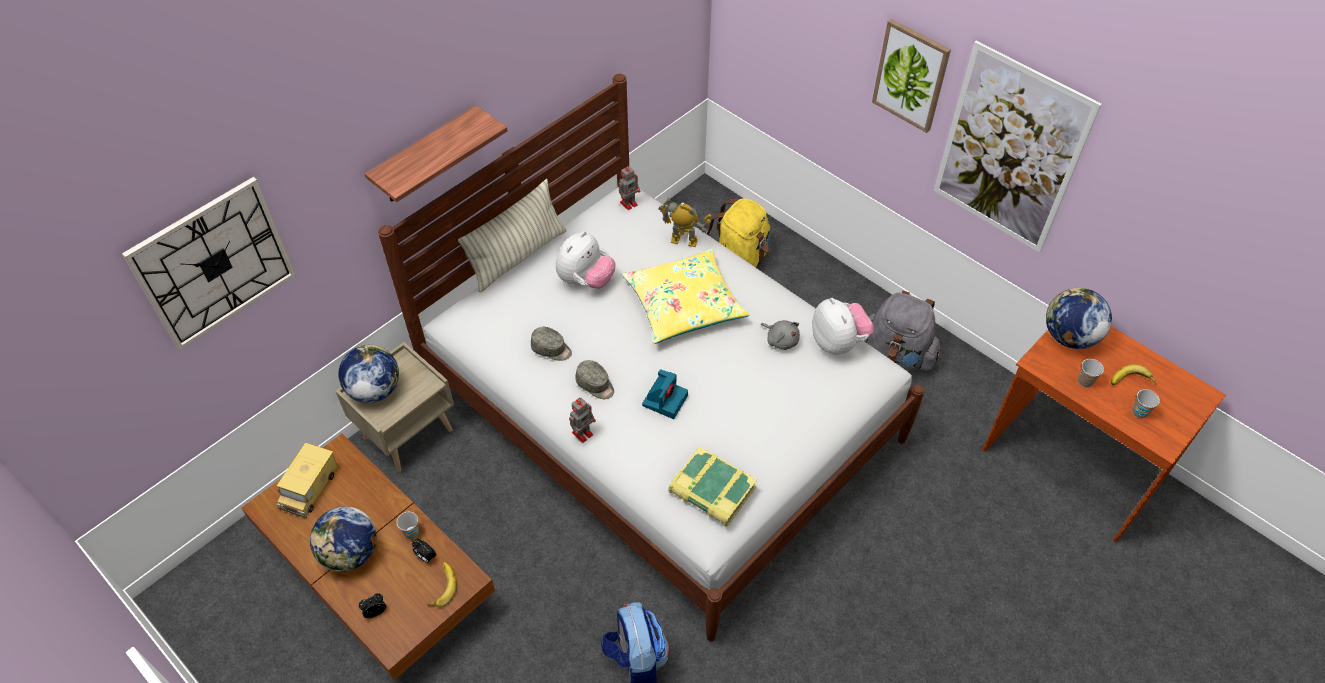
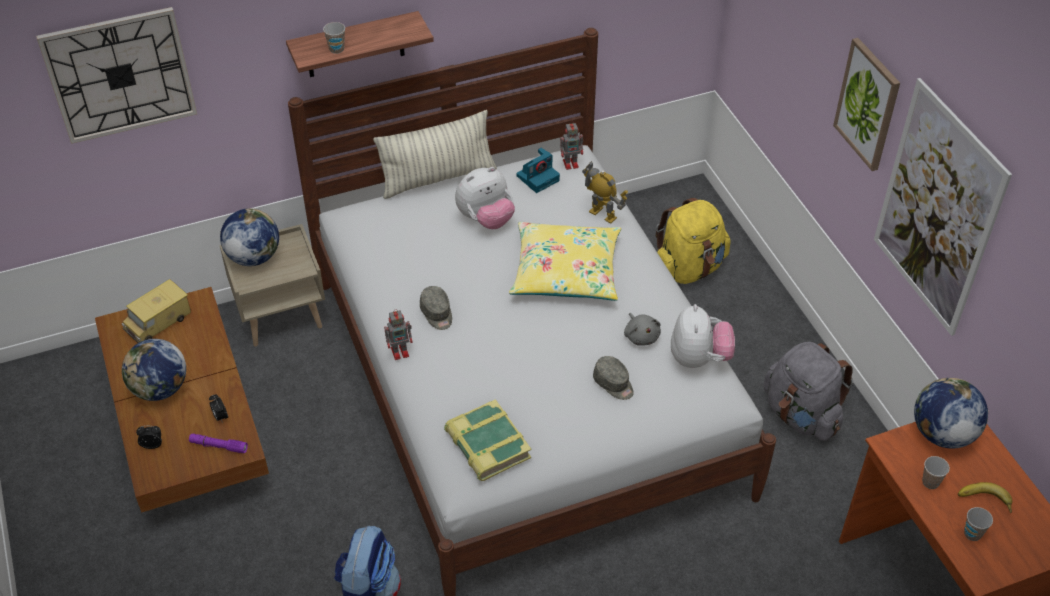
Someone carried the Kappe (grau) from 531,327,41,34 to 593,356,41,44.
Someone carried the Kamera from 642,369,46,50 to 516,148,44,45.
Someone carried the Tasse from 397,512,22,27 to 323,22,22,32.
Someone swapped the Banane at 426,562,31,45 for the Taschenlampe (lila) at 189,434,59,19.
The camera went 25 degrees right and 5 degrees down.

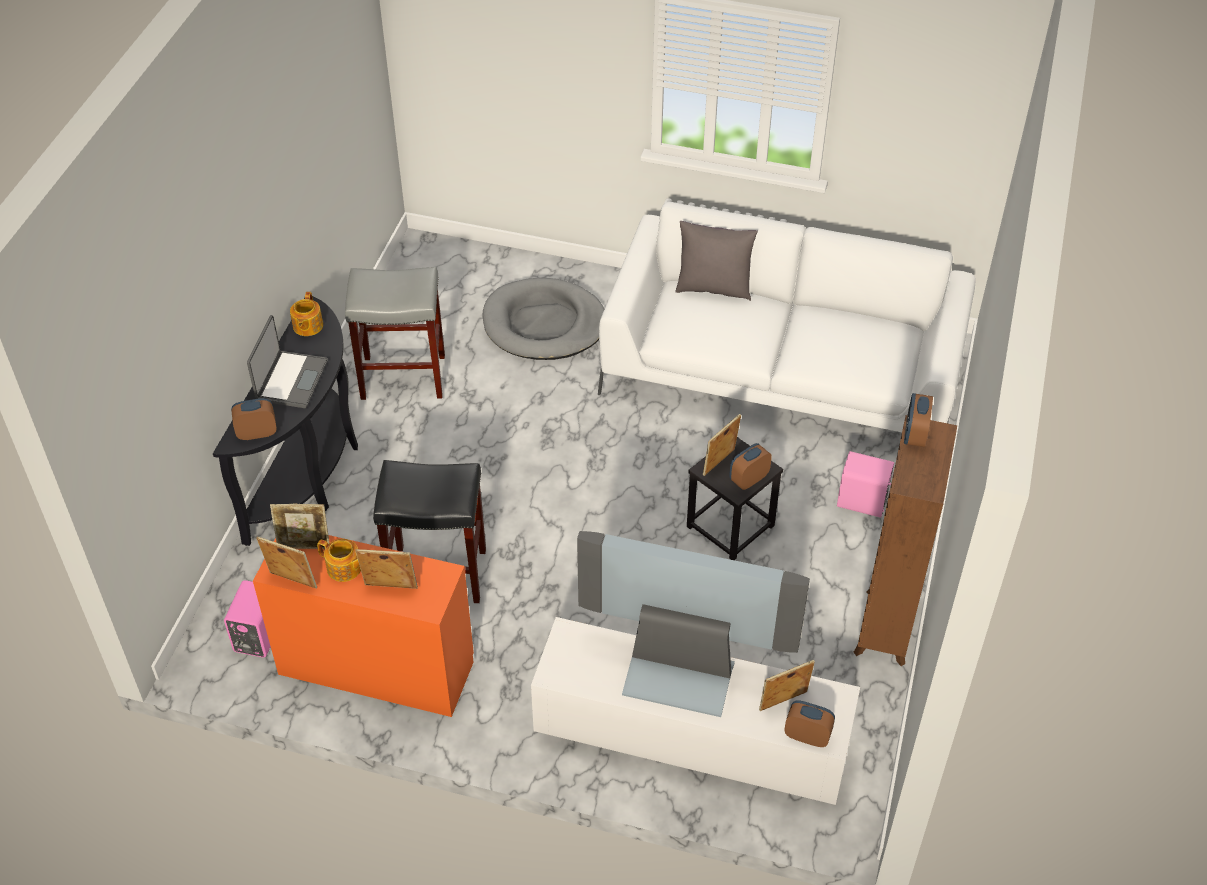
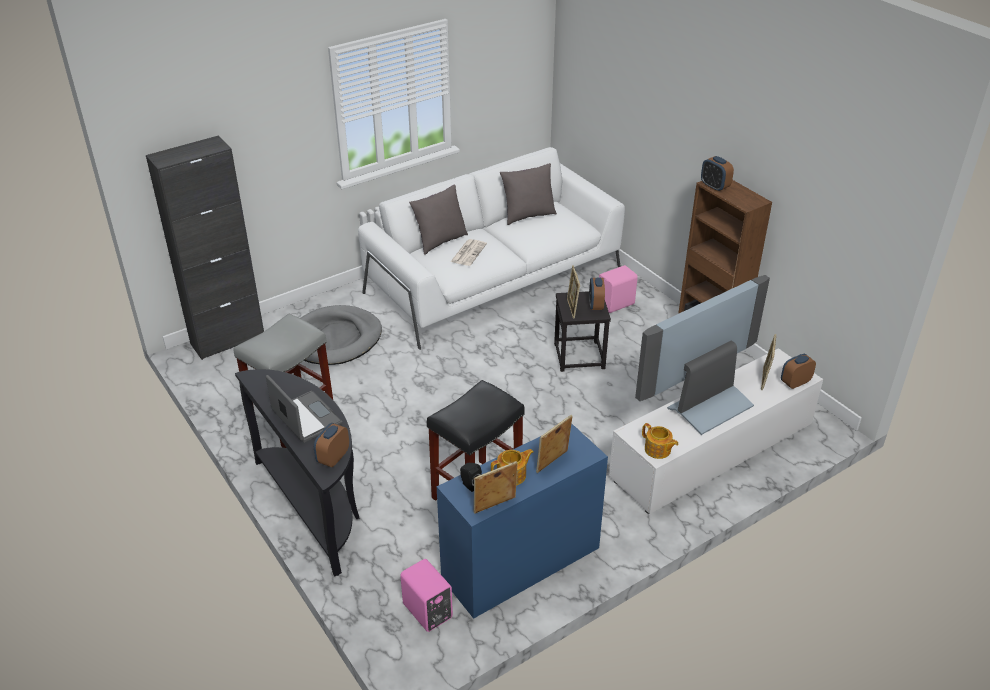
Someone carried the Teekanne from 290,292,33,44 to 642,423,37,36.
Someone swapped the Bilderrahmen at 270,504,60,45 for the Lautsprecher (schwarz) at 460,463,22,29.
Someone repainted the Schreibtisch (orange) at 253,535,221,182, which became the Schreibtisch (blau) at 437,424,171,195.
Someone put down the Schrank (schwarz) at 146,136,118,224.
Someone put down the Kissen (grau) at 500,163,57,62.
Someone put down the Zeitung at 450,239,37,27.
The camera went 50 degrees left and 10 degrees down.

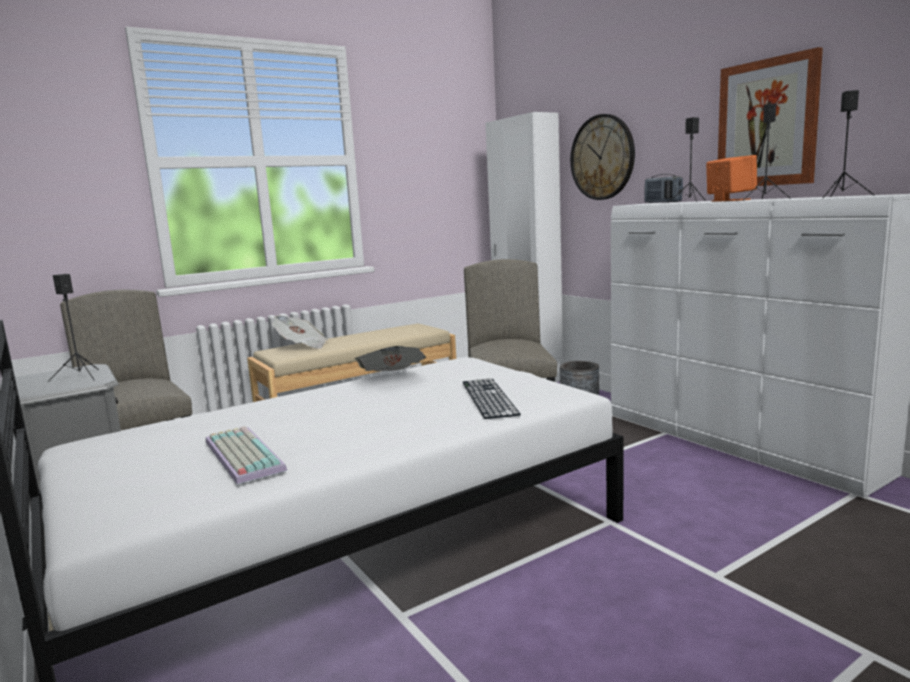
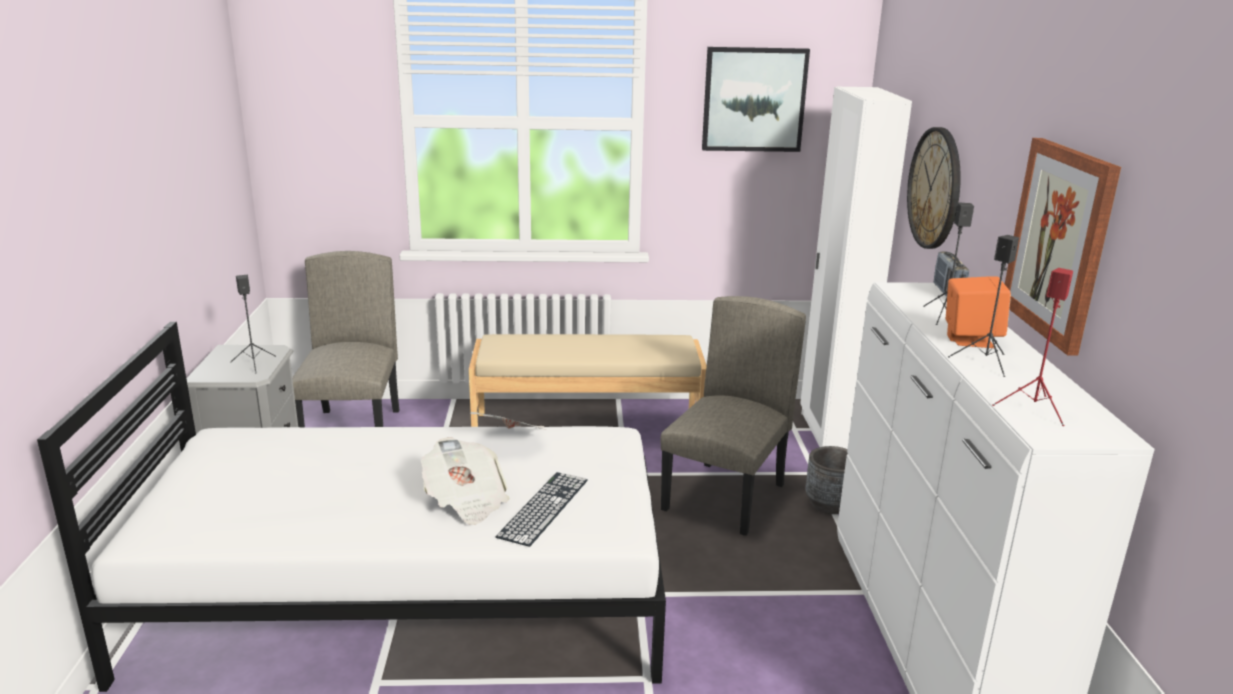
Someone repainted the Lautsprecher (schwarz) at 823,90,52,108, which became the Lautsprecher (rot) at 992,268,81,158.
Someone carried the Zeitung from 272,315,56,34 to 421,437,89,88.
Someone took away the Tastatur at 206,426,81,58.
Someone put up the Bild at 702,47,108,105.
The camera went 30 degrees right and 10 degrees up.

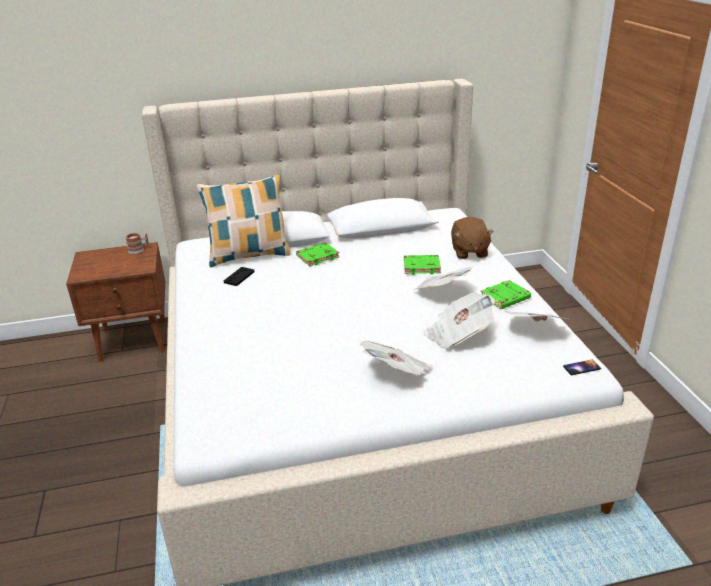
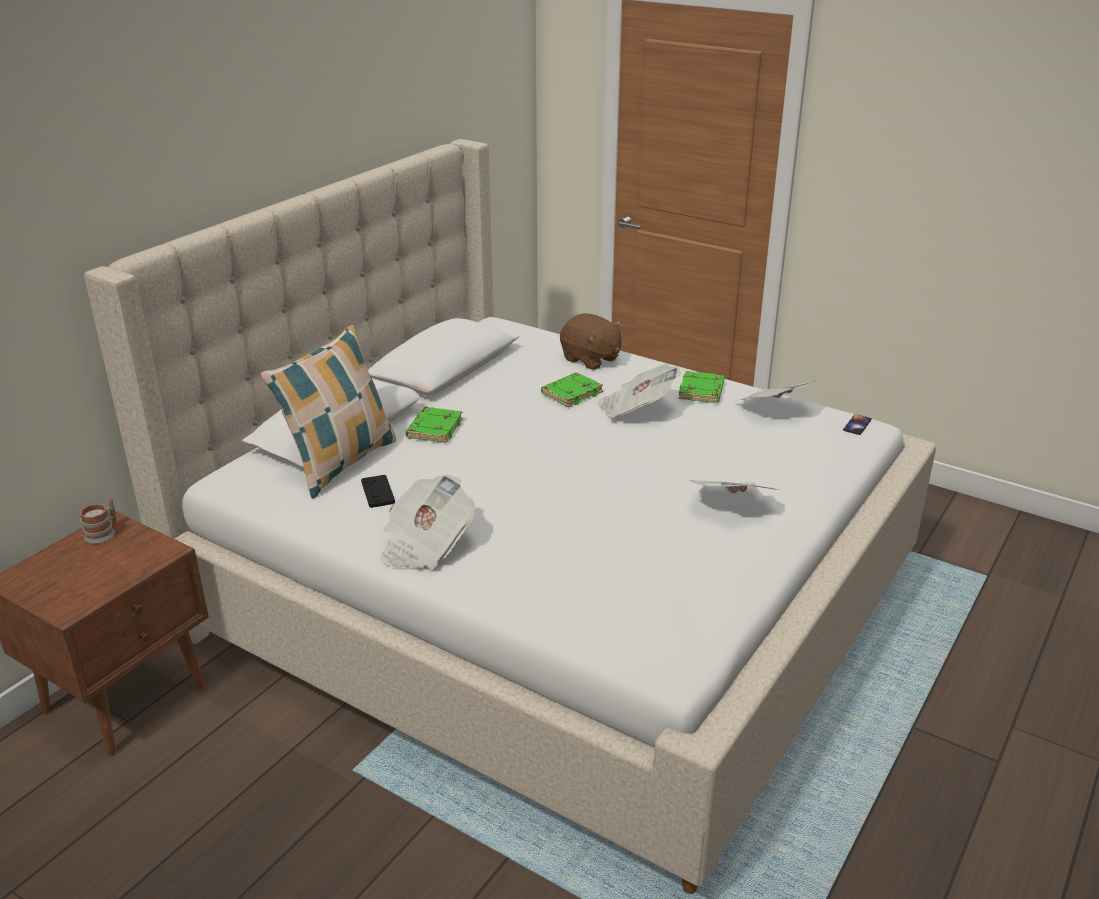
Someone carried the Zeitung from 424,292,71,57 to 380,475,95,94.
The camera went 45 degrees left and 0 degrees up.

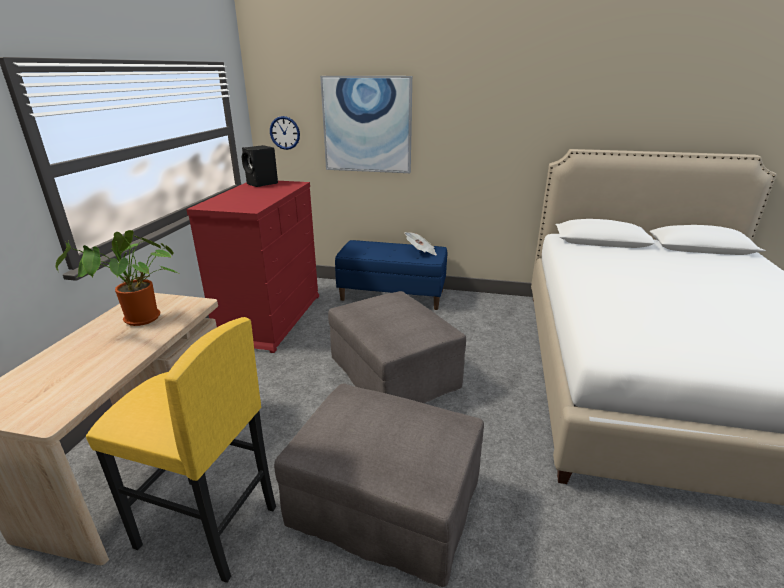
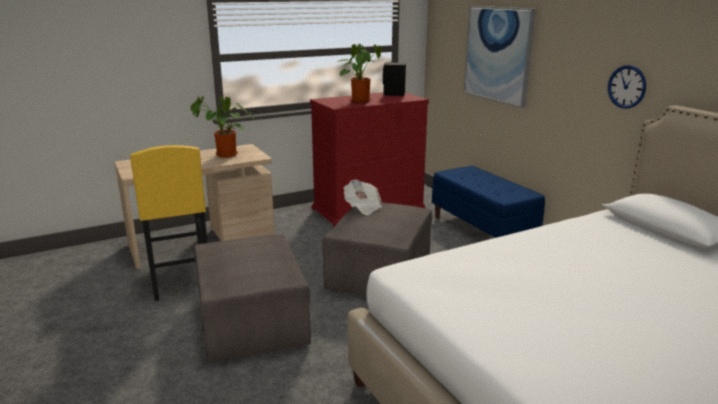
Someone carried the Wanduhr from 270,116,30,34 to 608,65,38,43.
Someone carried the Zeitung from 404,232,33,23 to 344,180,38,35.
Someone put down the Topfpflanze at 337,44,45,58.
The camera went 50 degrees right and 5 degrees down.

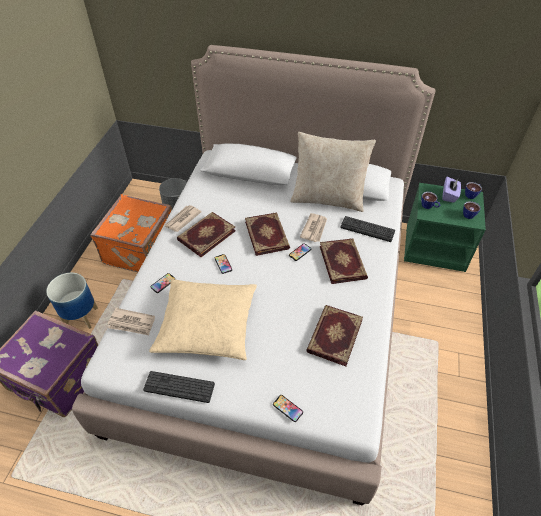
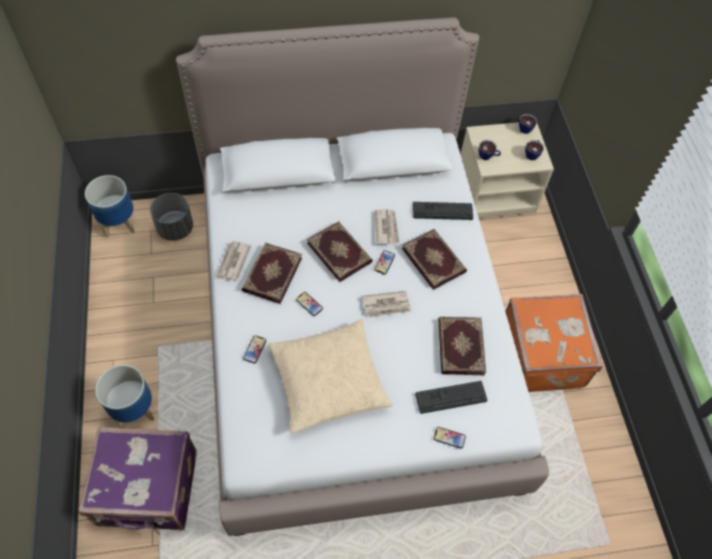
Someone took away the Kissen (beige) at 290,132,86,80.
Someone took away the Taschentuchbox (lila) at 442,177,19,26.
Someone repainted the Nachttisch (grün) at 404,183,82,89, which became the Nachttisch (beige) at 461,122,93,97.
Someone carried the Koffer (orange) from 90,194,82,78 to 505,294,98,98.
Someone carried the Zeitung from 108,308,47,27 to 363,291,48,27.
Someone carried the Tastatur from 143,371,72,32 to 415,381,72,33.
Someone put down the Pflanzkübel at 85,175,50,63.
The camera went 25 degrees left and 10 degrees up.

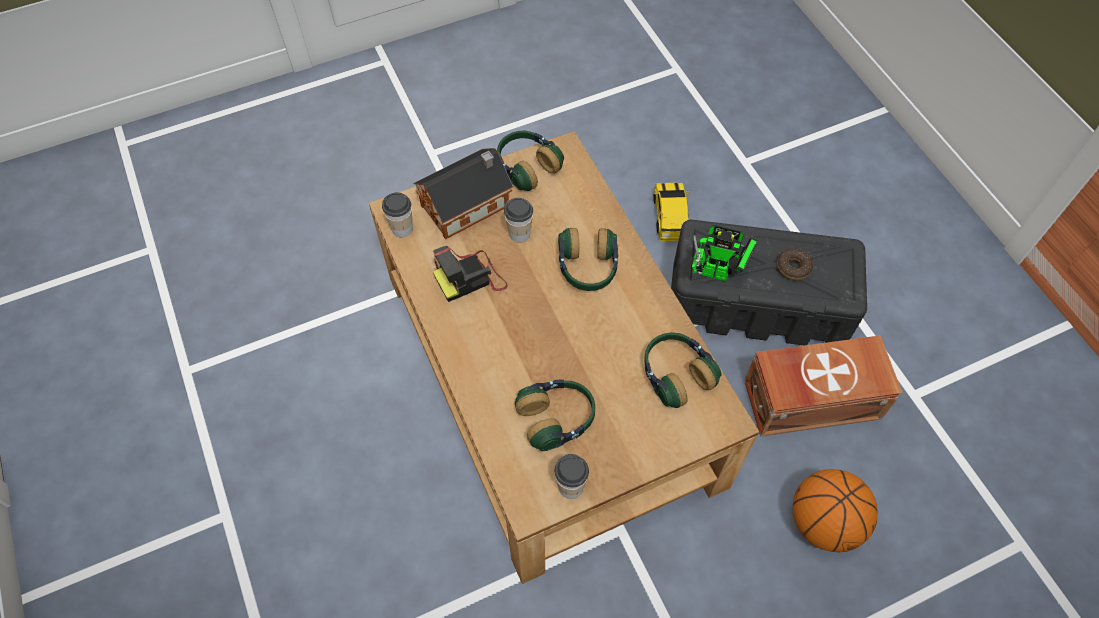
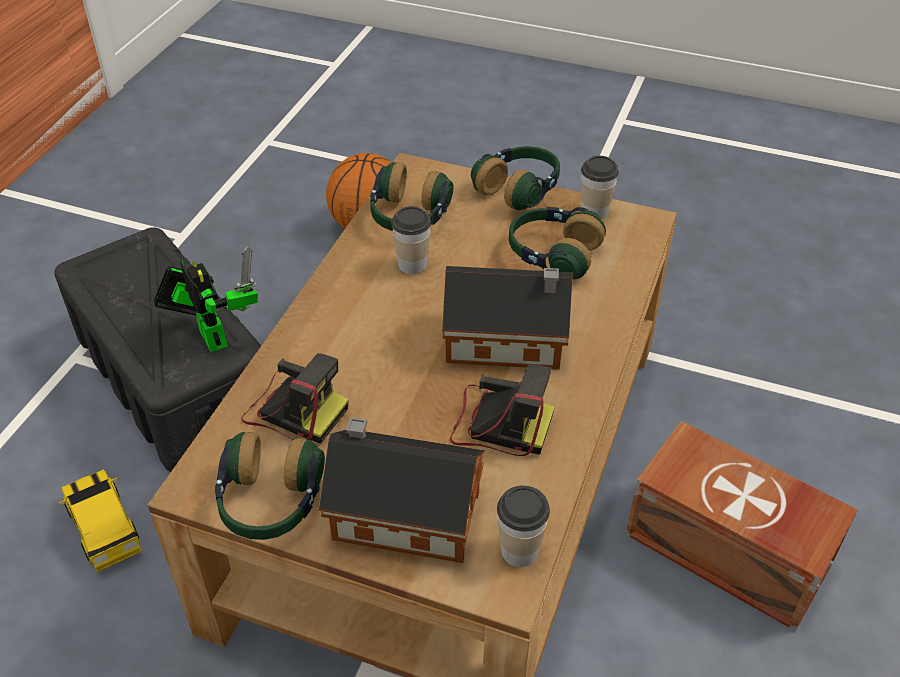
Someone rotated the Spielzeugauto at 653,183,37,58 by 105 degrees clockwise.
Someone carried the Tasse from 504,198,29,45 to 391,206,40,68.
Someone carried the Kopfhörer from 558,228,60,63 to 471,146,89,64.
Someone took away the Donut at 777,248,36,32.
Someone carried the Aufbewahrungsbox (braun) from 744,335,158,102 to 626,421,232,210.
Someone put down the Spielzeughaus at 442,266,131,103.
Someone put down the Kamera at 242,353,106,91.
The camera went 135 degrees left and 15 degrees down.

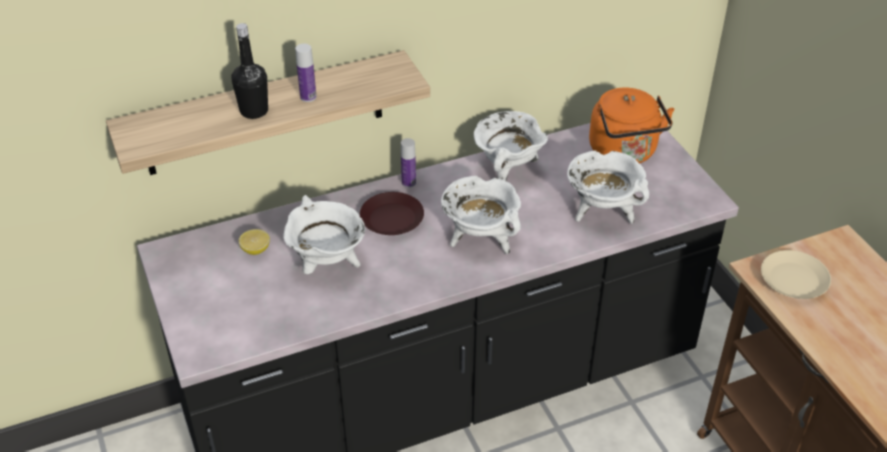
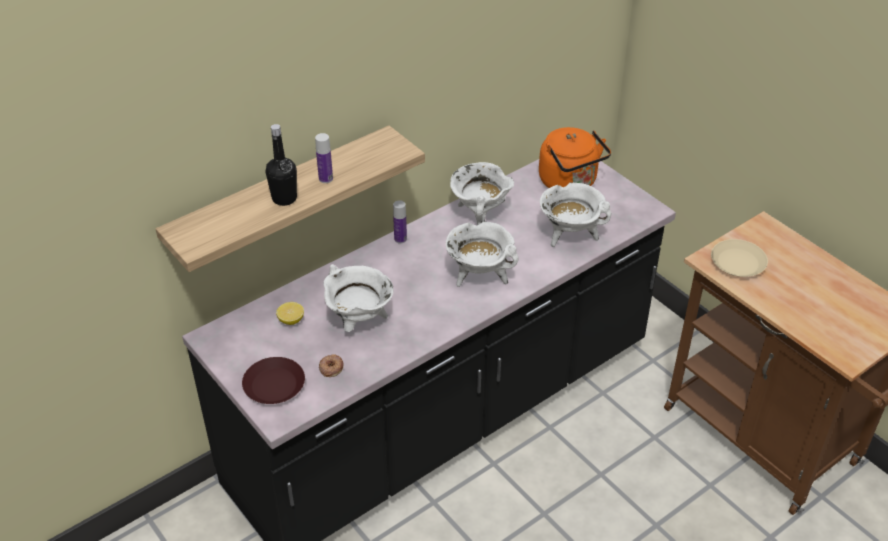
Someone carried the Teller (braun) from 360,192,64,43 to 242,357,63,47.
Someone put down the Donut at 319,354,25,23.
The camera went 15 degrees left and 0 degrees up.

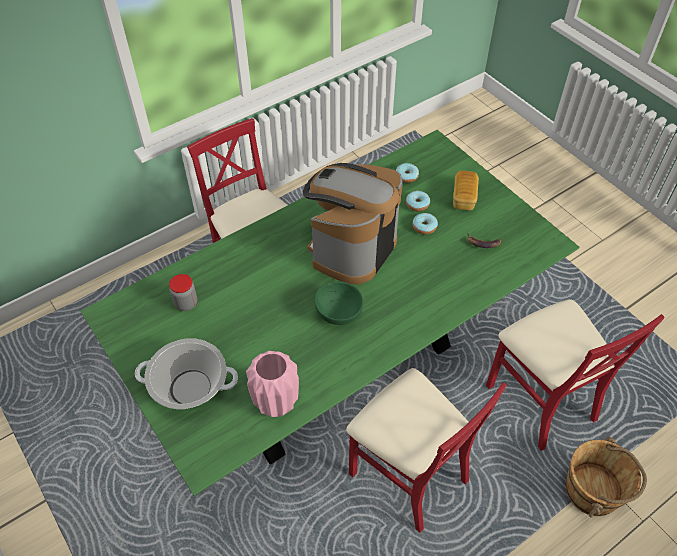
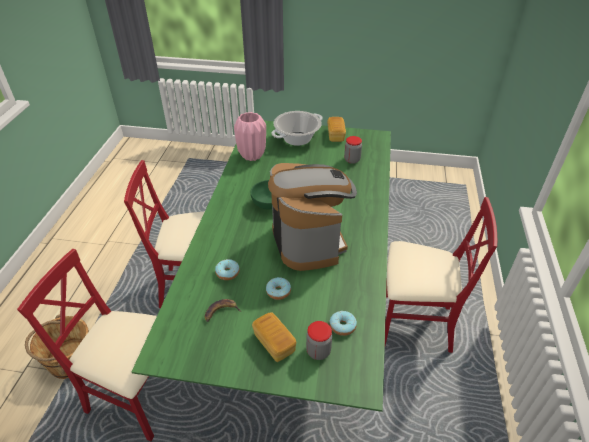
Someone carried the Donut from 406,190,24,21 to 215,259,25,21.
Someone put down the Brot at 327,117,19,25.
Someone put down the Vorratsglas at 306,321,26,39.
The camera went 135 degrees right and 10 degrees down.

